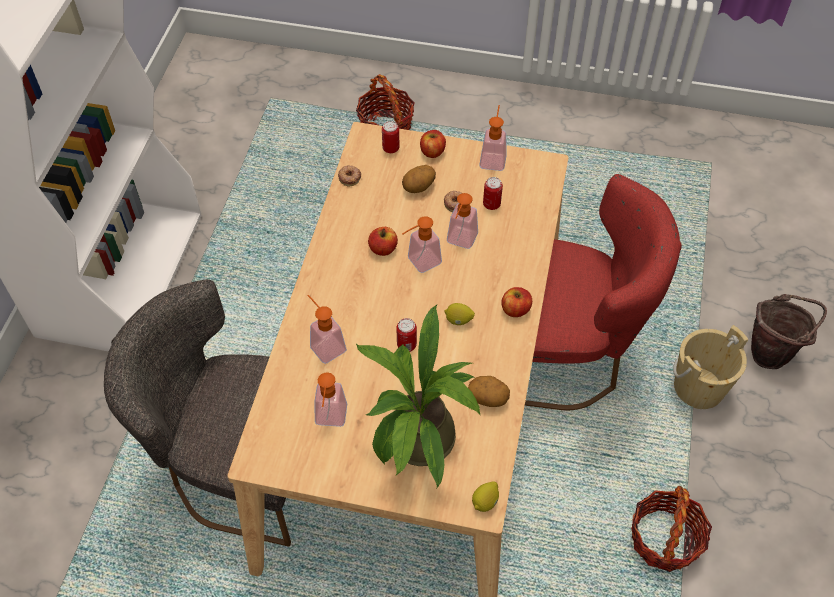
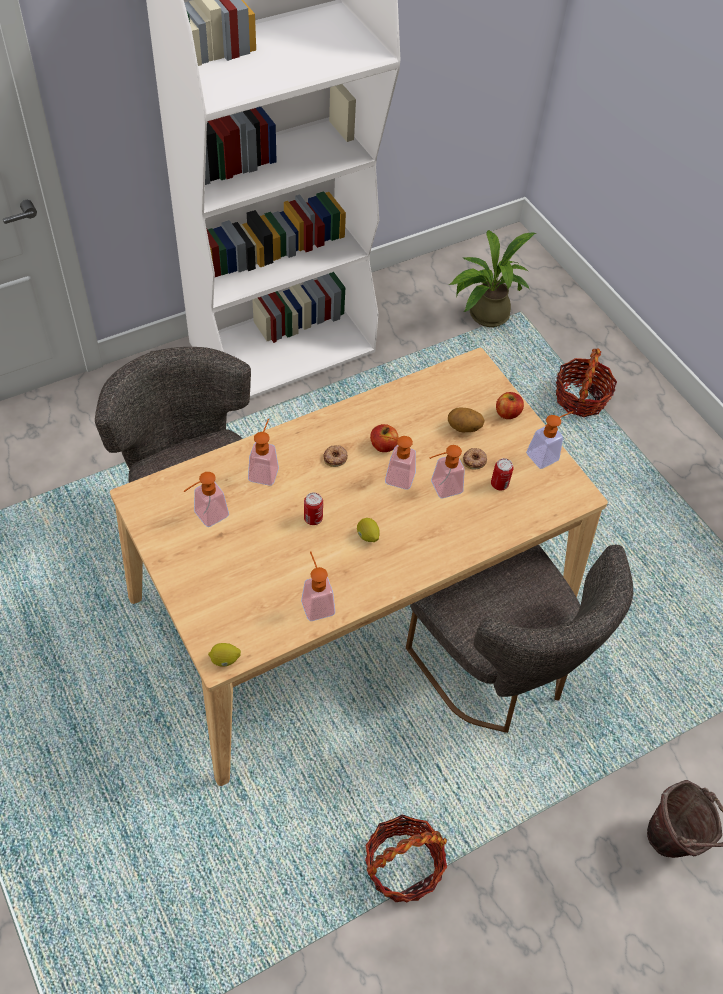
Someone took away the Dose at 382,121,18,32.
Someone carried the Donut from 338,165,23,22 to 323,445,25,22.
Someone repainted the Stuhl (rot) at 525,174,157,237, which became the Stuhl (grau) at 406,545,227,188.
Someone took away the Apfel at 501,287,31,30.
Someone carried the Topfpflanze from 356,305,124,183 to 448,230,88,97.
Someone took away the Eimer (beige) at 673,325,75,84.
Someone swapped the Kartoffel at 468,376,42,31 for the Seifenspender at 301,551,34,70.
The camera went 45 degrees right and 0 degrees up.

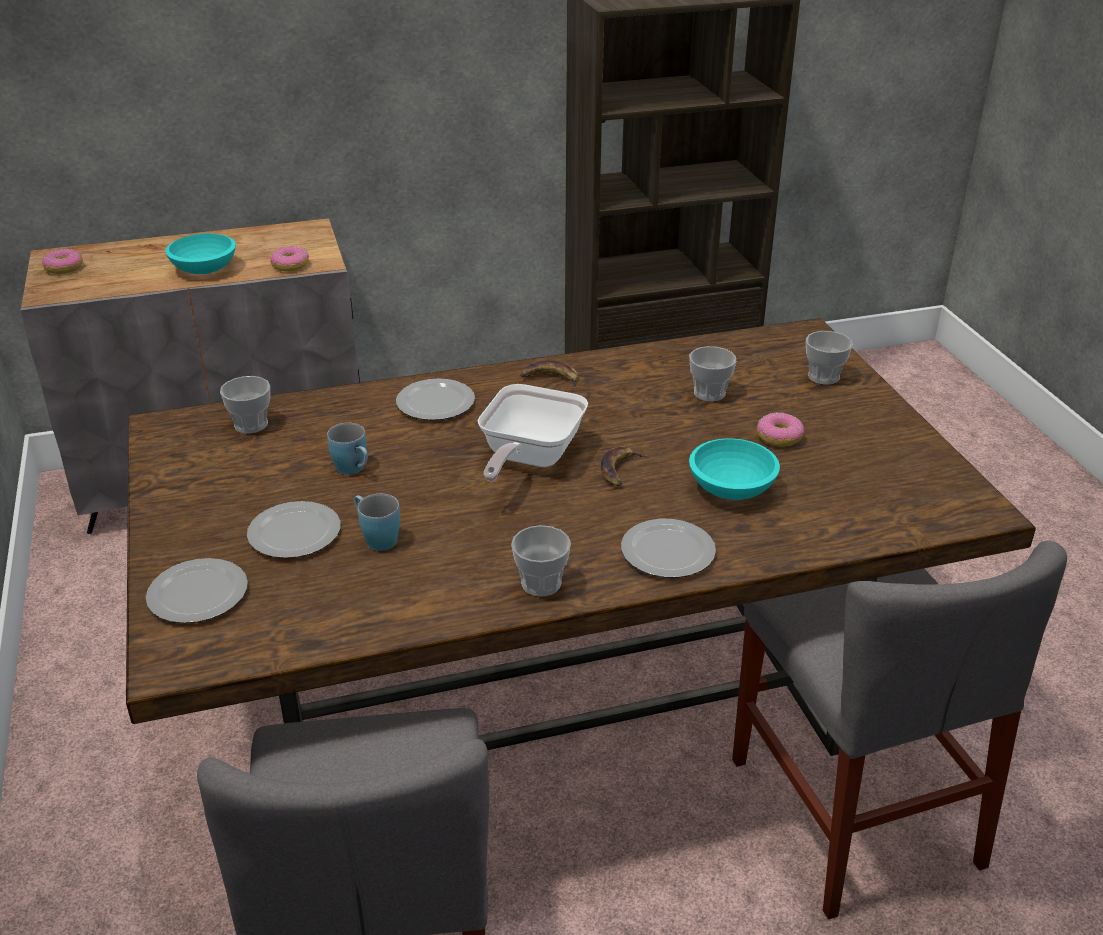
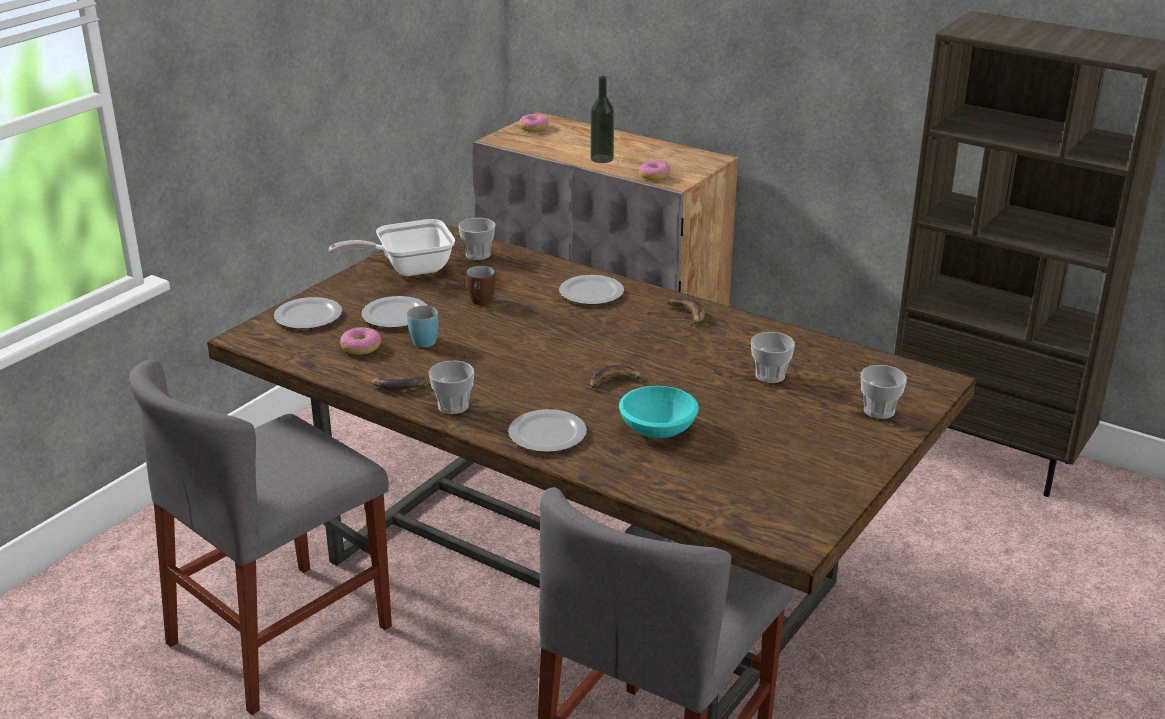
Someone swapped the Schüssel (türkis) at 165,233,71,41 for the Flasche at 591,76,23,87.
Someone carried the Pfanne from 478,384,110,97 to 328,219,127,57.
Someone carried the Donut from 757,412,47,35 to 340,327,41,28.
Someone repainted the Henkelbecher (blau) at 327,423,41,52, which became the Henkelbecher (braun) at 466,266,29,39.
Someone put down the Banane at 372,376,56,14.
The camera went 50 degrees right and 5 degrees down.

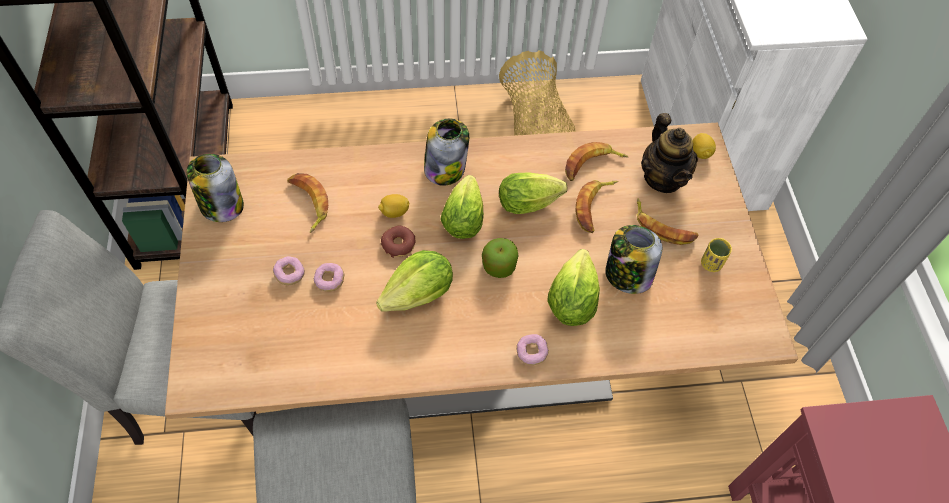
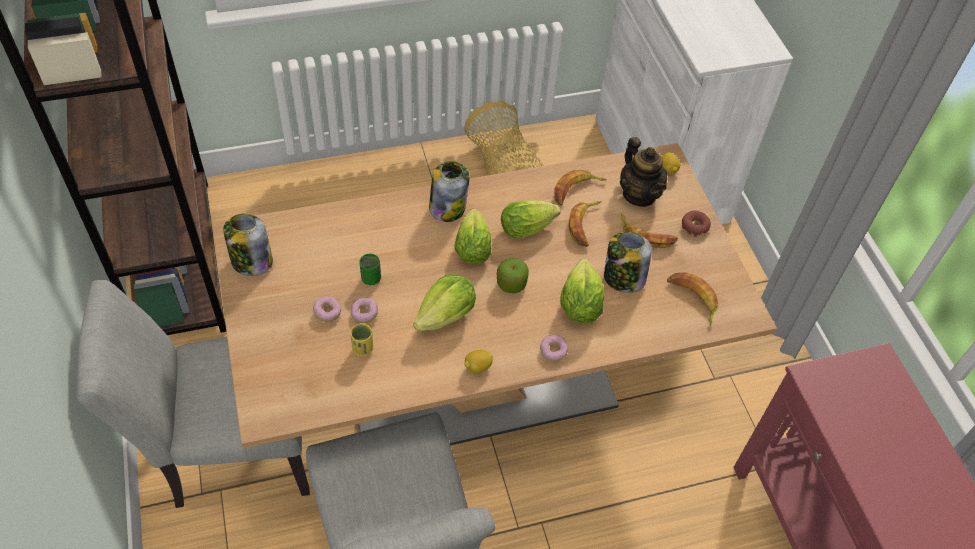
Someone carried the Banane from 287,173,41,60 to 667,272,52,53.
Someone carried the Zitrone from 378,194,31,24 to 464,350,29,24.
Someone carried the Donut from 381,226,35,32 to 682,210,29,27.
Someone carried the Tasse (gelb) from 701,238,31,34 to 350,323,23,33.
Someone put down the Tasse (grün) at 359,254,22,31.
The camera went 10 degrees left and 5 degrees down.

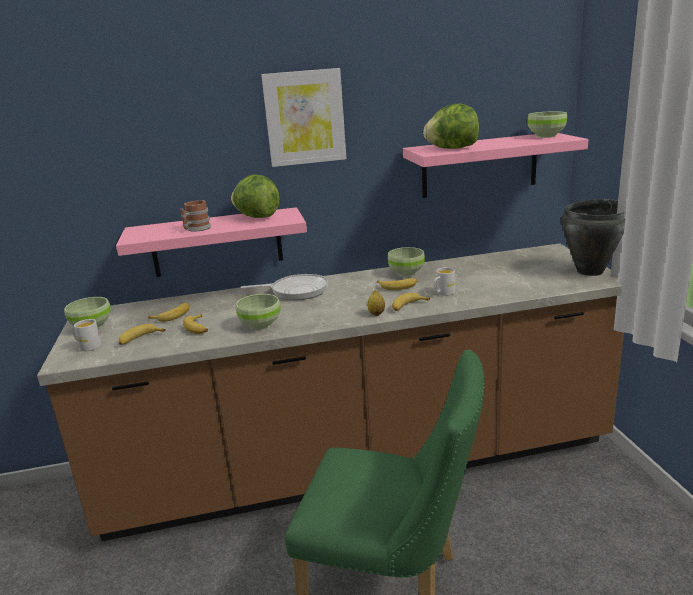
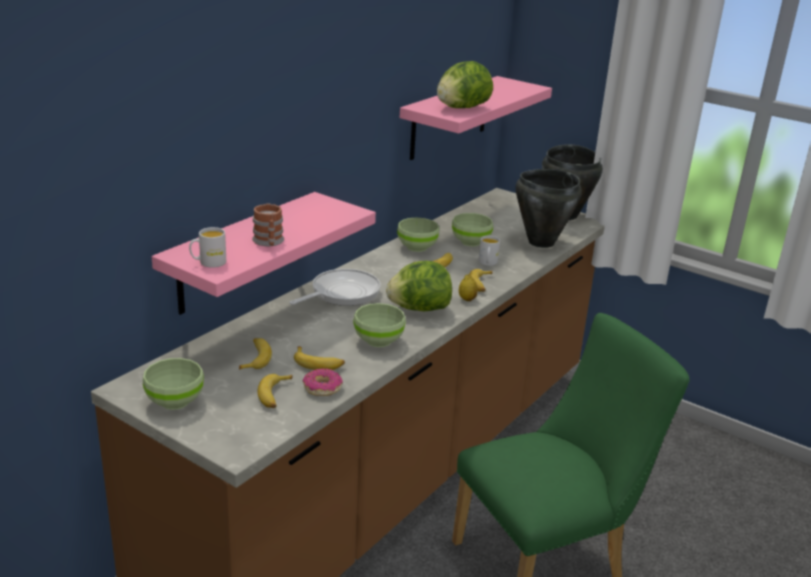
Someone took away the Bild at 261,68,86,99.
Someone carried the Schüssel (grün) from 528,111,39,27 to 452,213,41,33.
Someone carried the Salatkopf from 231,175,49,43 to 386,261,66,50.
Someone carried the Henkelbecher (weiß) from 72,319,30,32 to 189,227,37,41.
Someone put down the Kochtopf (schwarz) at 515,169,67,79.
Someone put down the Donut at 303,368,40,28.
The camera went 45 degrees left and 5 degrees up.

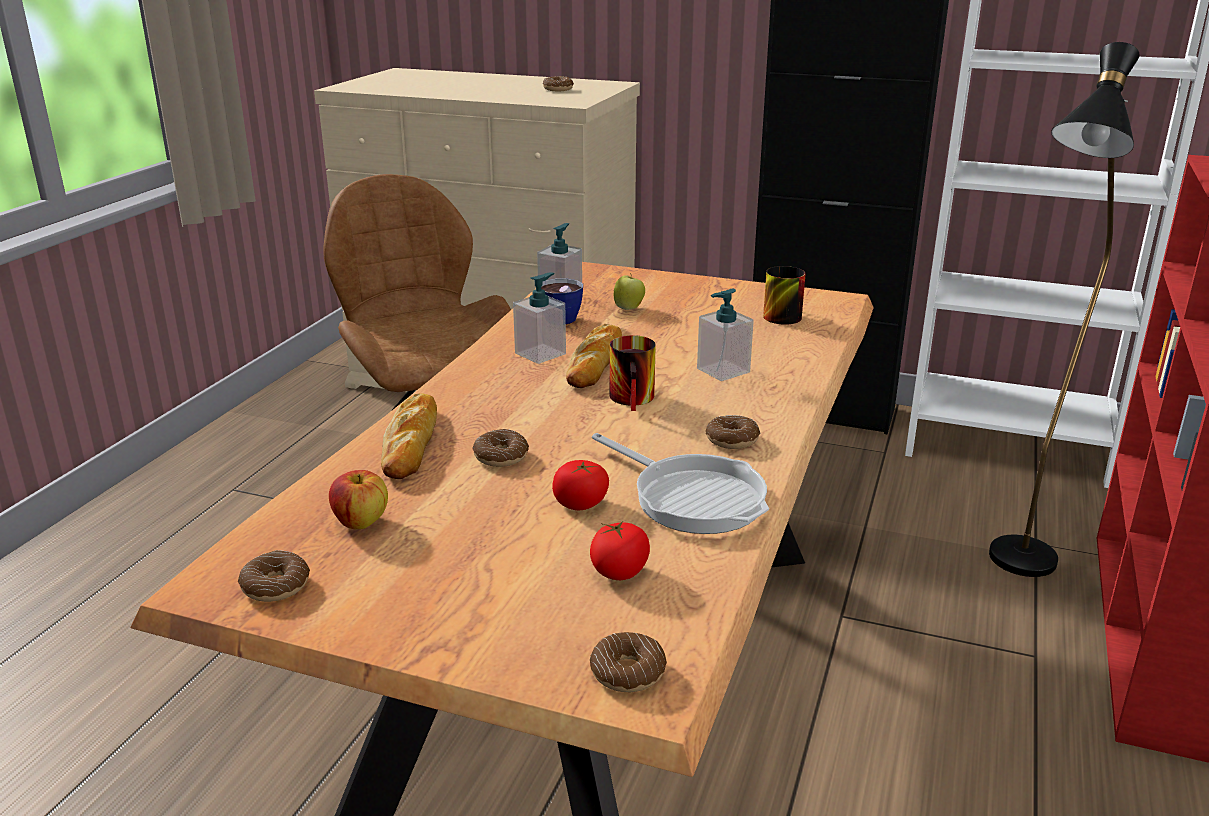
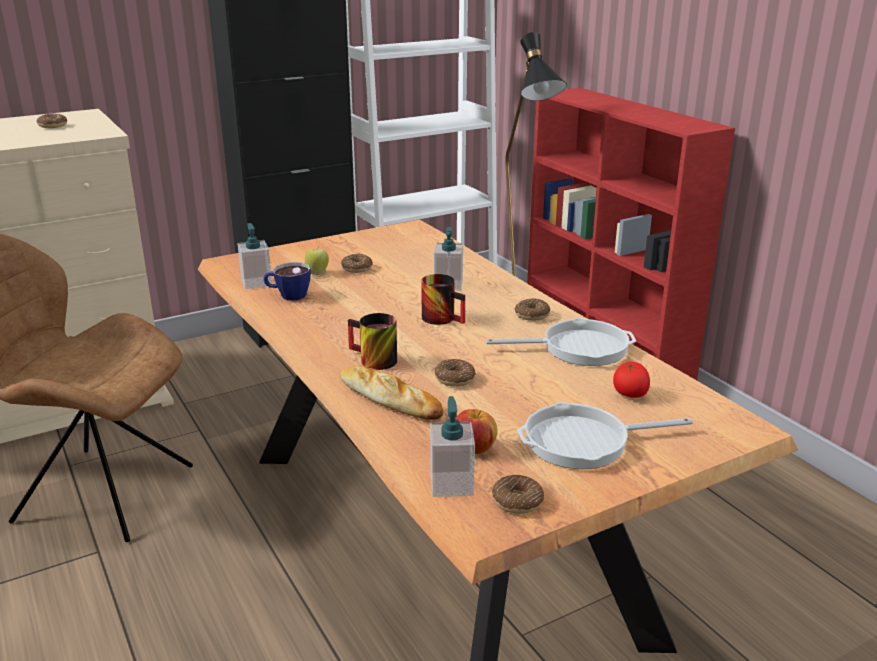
Someone carried the Henkelbecher from 763,266,43,59 to 348,313,49,57.
Someone carried the Seifenspender from 513,272,53,92 to 430,396,45,101.
Someone took away the Brot at 566,324,56,64.
Someone took away the Tomate at 552,460,57,50.
Someone carried the Donut from 590,632,77,60 to 341,253,32,20.
Someone put down the Pfanne at 517,402,176,67.
The camera went 50 degrees left and 0 degrees up.

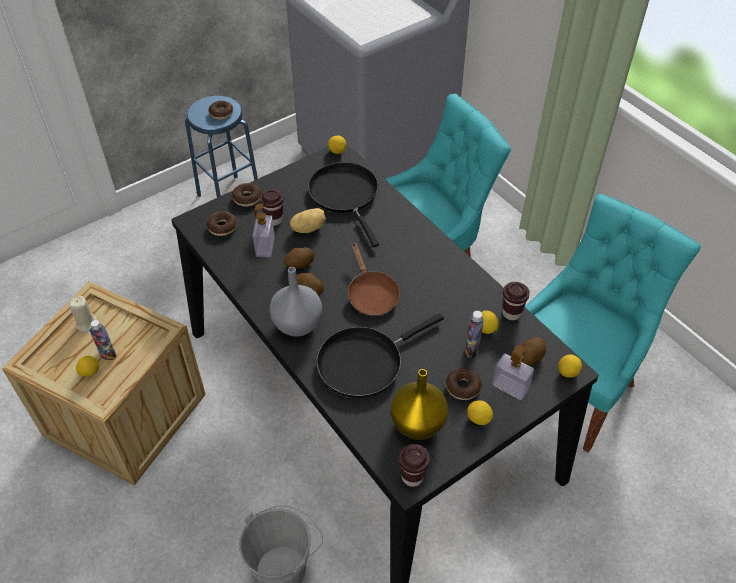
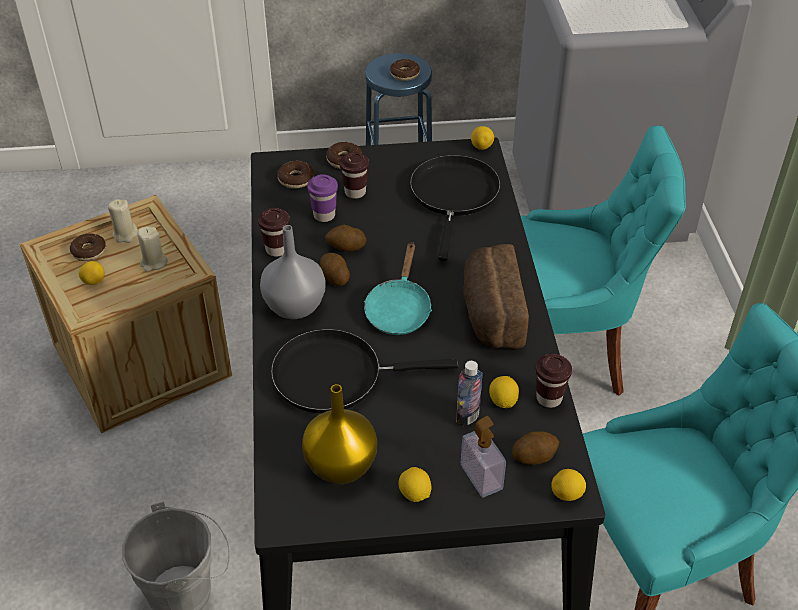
Someone swapped the Seifenspender at 253,203,22,54 for the Tasse (lila) at 307,174,31,48.
Someone took away the Kartoffel at 290,208,36,25.
Someone repainted the Pfanne (braun) at 348,242,52,74, which became the Pfanne (türkis) at 364,242,68,93.
Someone took away the Flasche at 89,320,28,40.
Someone carried the Donut from 446,368,36,32 to 70,234,36,27.
Someone carried the Tasse (braun) from 399,444,31,43 to 258,208,32,49.
Someone put down the Kerze (beige) at 137,227,31,45.
Someone put down the Brot at 463,244,66,105.
The camera went 30 degrees right and 5 degrees down.

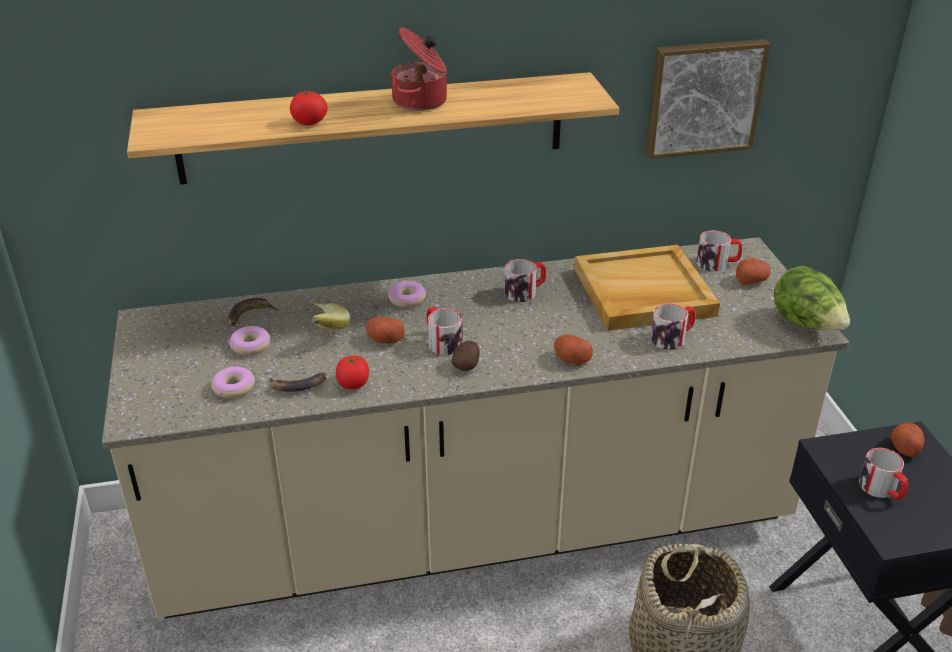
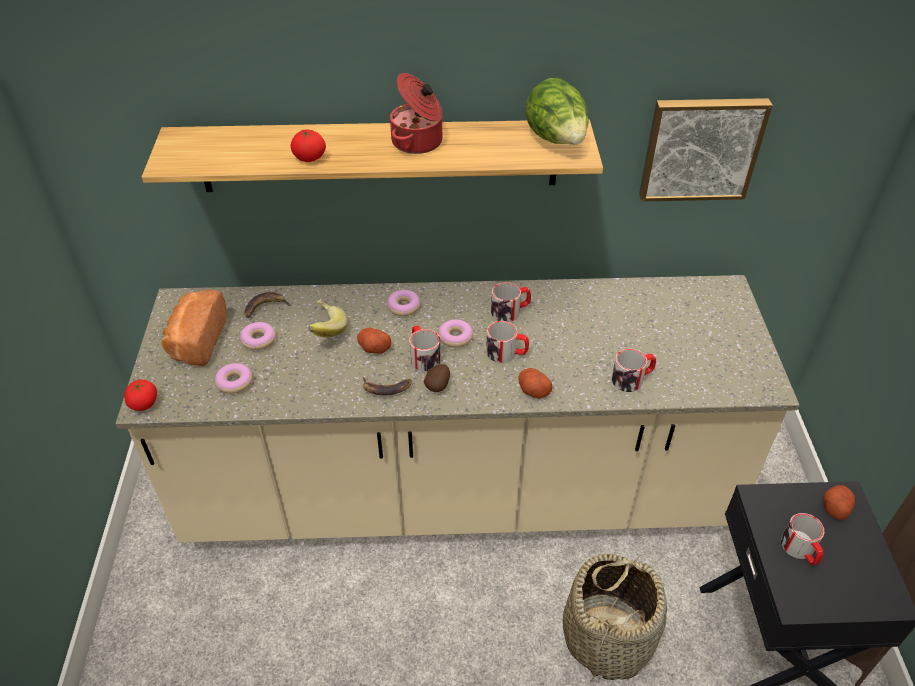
Someone carried the Henkelbecher from 696,230,46,41 to 486,321,43,42.
Someone took away the Tablett (beige) at 574,245,146,86.
Someone took away the Kartoffel at 736,258,35,27.
Someone carried the Salatkopf from 774,266,76,64 to 526,78,62,66.
Someone carried the Tomate from 336,356,33,33 to 124,380,33,31.
Someone carried the Banane from 269,372,57,20 to 363,377,49,18.
Someone put down the Brot at 161,290,66,76.
Someone put down the Donut at 438,319,35,29.
The camera went 10 degrees right and 10 degrees up.

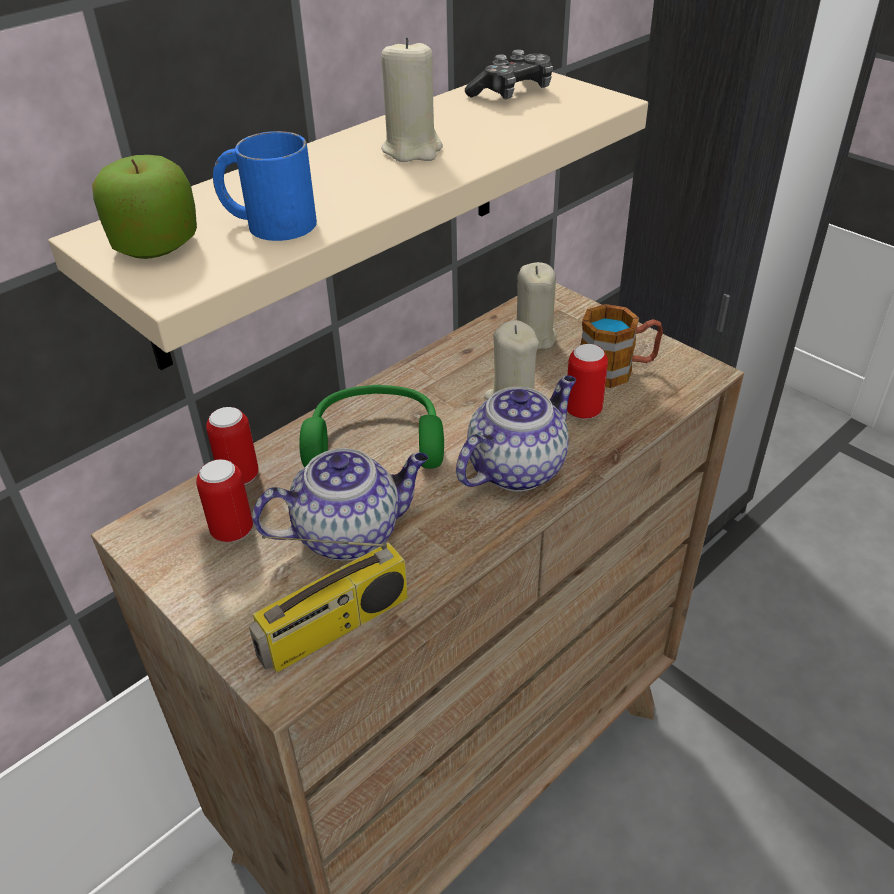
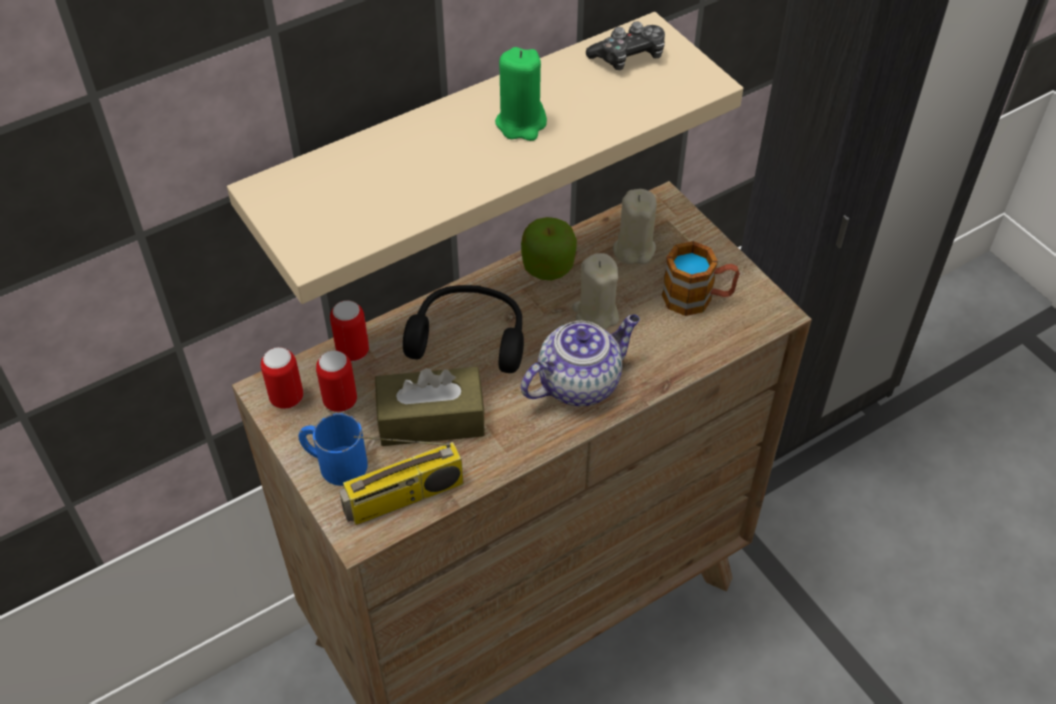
Someone repainted the Kerze (beige) at 381,37,62,125, which became the Kerze (grün) at 495,47,52,94.
Someone carried the Henkelbecher (blau) from 213,131,104,110 to 299,413,69,73.
Someone carried the Apfel from 92,155,105,104 to 521,217,56,63.
Someone carried the Dose from 567,344,41,75 to 261,347,42,62.
Someone repainted the Kopfhörer (grün) at 299,384,145,85, which became the Kopfhörer (schwarz) at 403,285,121,88.
Someone swapped the Teekanne at 252,448,176,113 for the Taschentuchbox (braun) at 375,367,110,79.
The camera went 10 degrees right and 10 degrees up.

